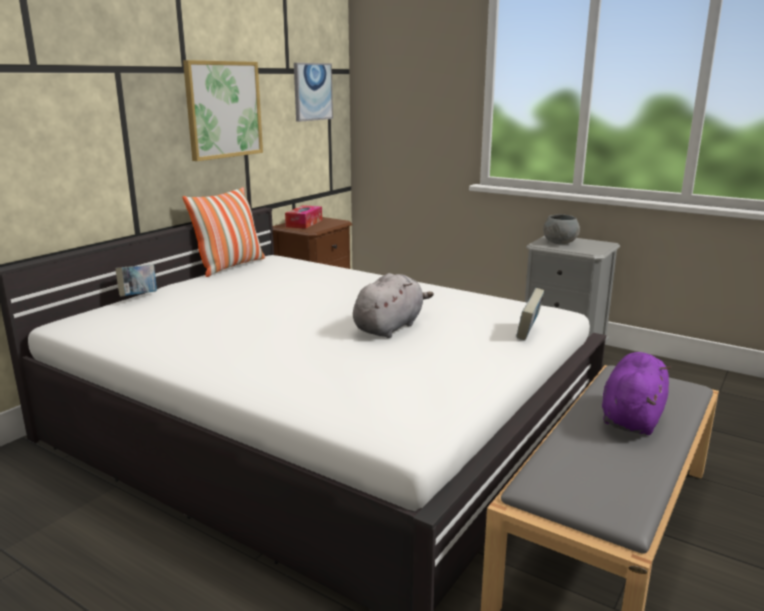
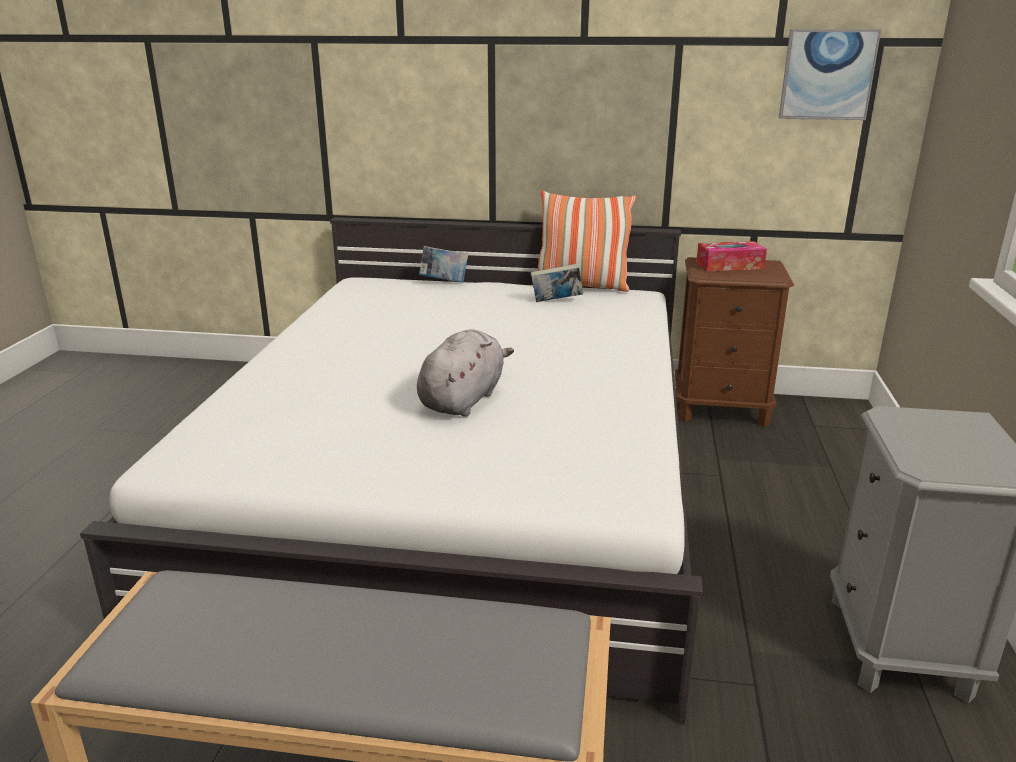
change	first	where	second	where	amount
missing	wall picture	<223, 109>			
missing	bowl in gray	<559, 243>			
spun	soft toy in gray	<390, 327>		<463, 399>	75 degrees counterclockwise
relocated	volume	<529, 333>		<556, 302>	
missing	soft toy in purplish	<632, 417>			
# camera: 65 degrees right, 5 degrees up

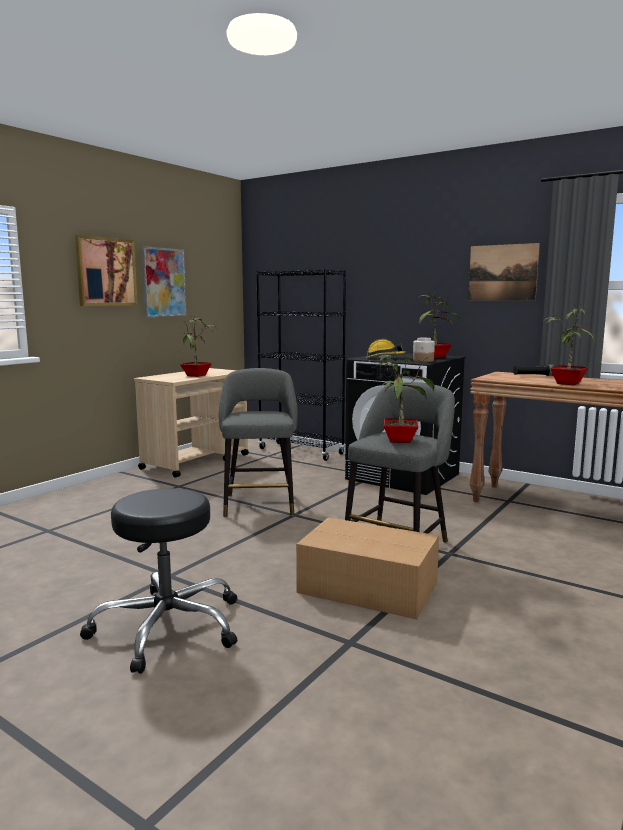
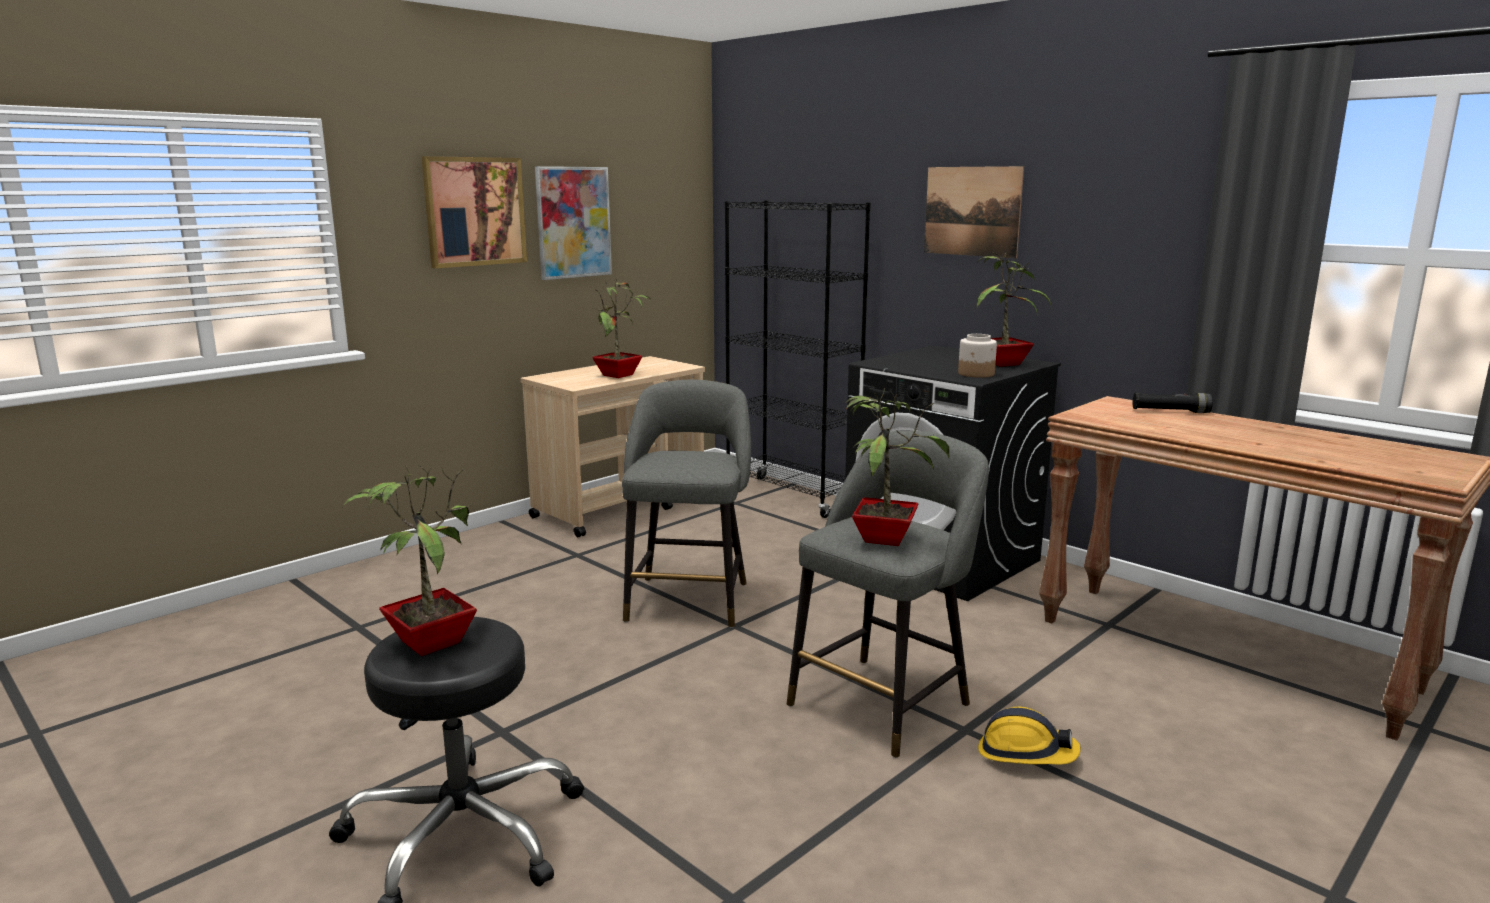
change	first	where	second	where	amount
relocated	wall picture	<502, 272>		<972, 211>	
relocated	potted plant	<566, 383>		<429, 641>	
relocated	safety helmet	<384, 358>		<1025, 753>	
missing	carton	<369, 588>			
# camera: 10 degrees right, 5 degrees up

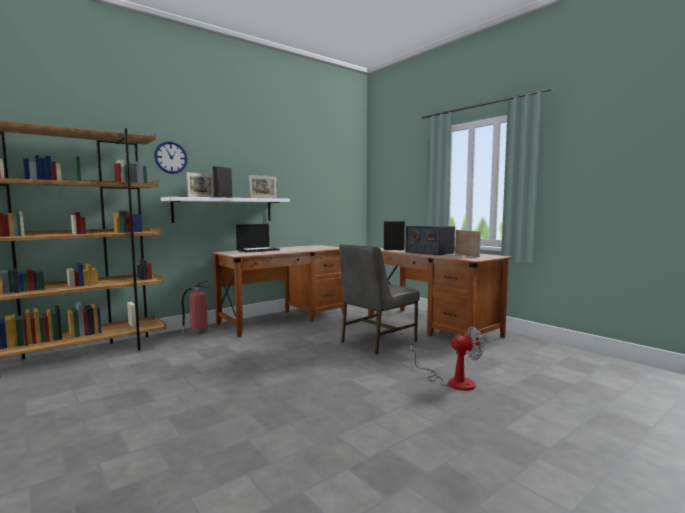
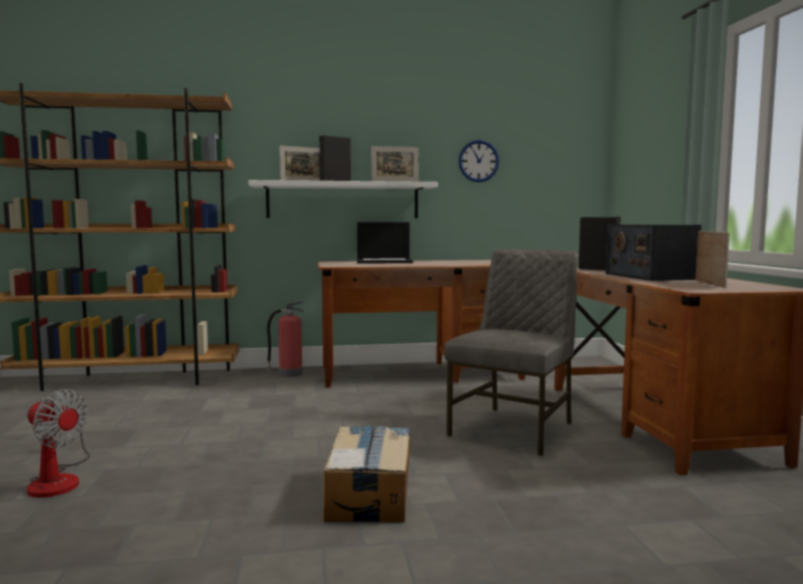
change	first	where	second	where	amount
relocated	clock on the wall	<171, 157>		<478, 161>	
spun	chair in gray	<376, 341>		<514, 429>	135 degrees clockwise
relocated	cooling fan	<452, 381>		<58, 480>	
appeared			carton	<370, 493>	
# camera: 30 degrees right, 0 degrees up

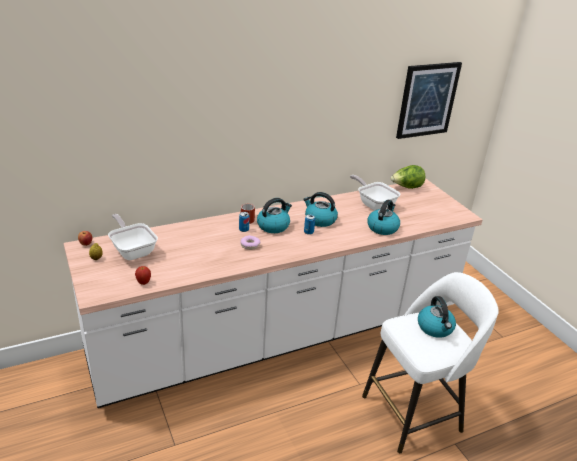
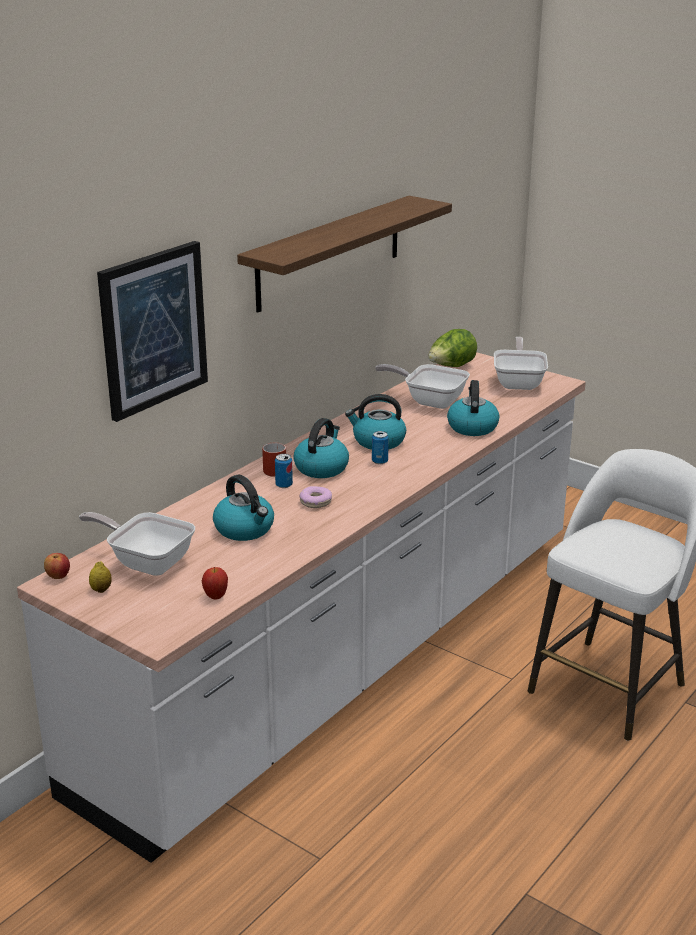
change	first	where	second	where	amount
relocated	wall picture	<427, 100>		<153, 329>	
relocated	tea kettle	<435, 328>		<245, 529>	
appeared			bracket shelf	<330, 252>	
appeared			skillet	<519, 382>	
# camera: 25 degrees left, 5 degrees down

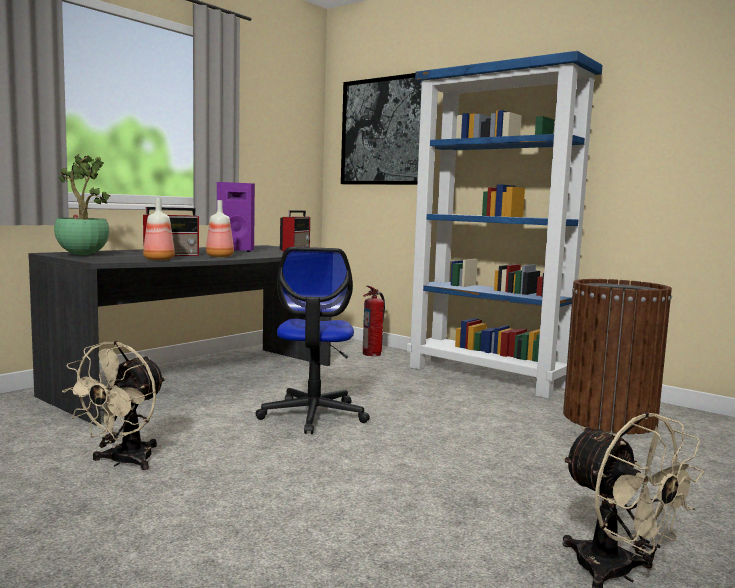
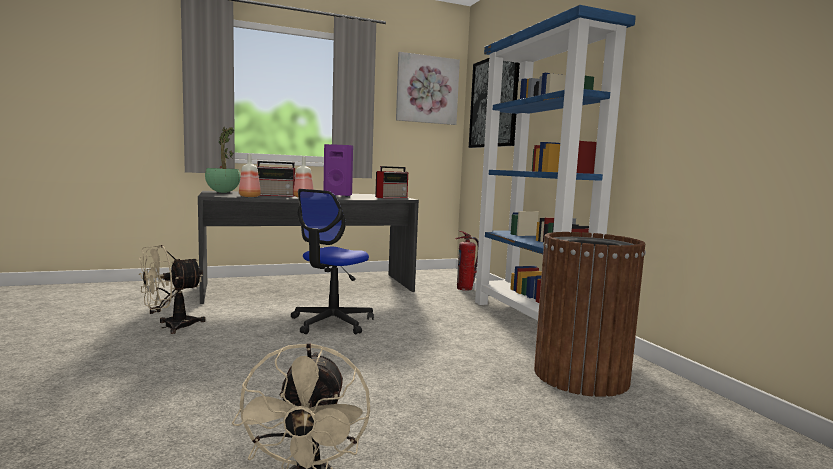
change	first	where	second	where	amount
appeared			wall picture	<427, 90>	
# camera: 30 degrees right, 0 degrees up

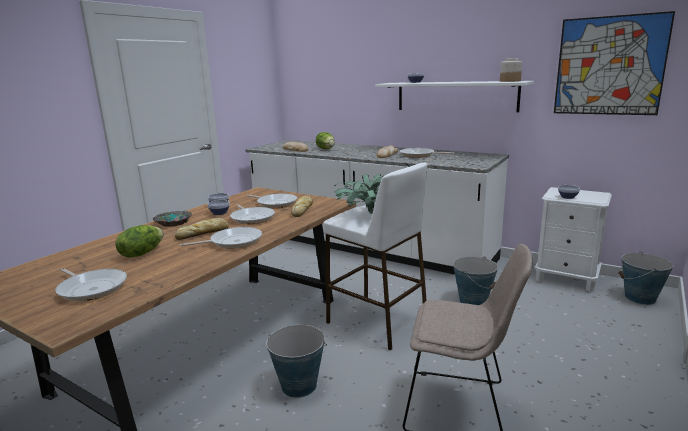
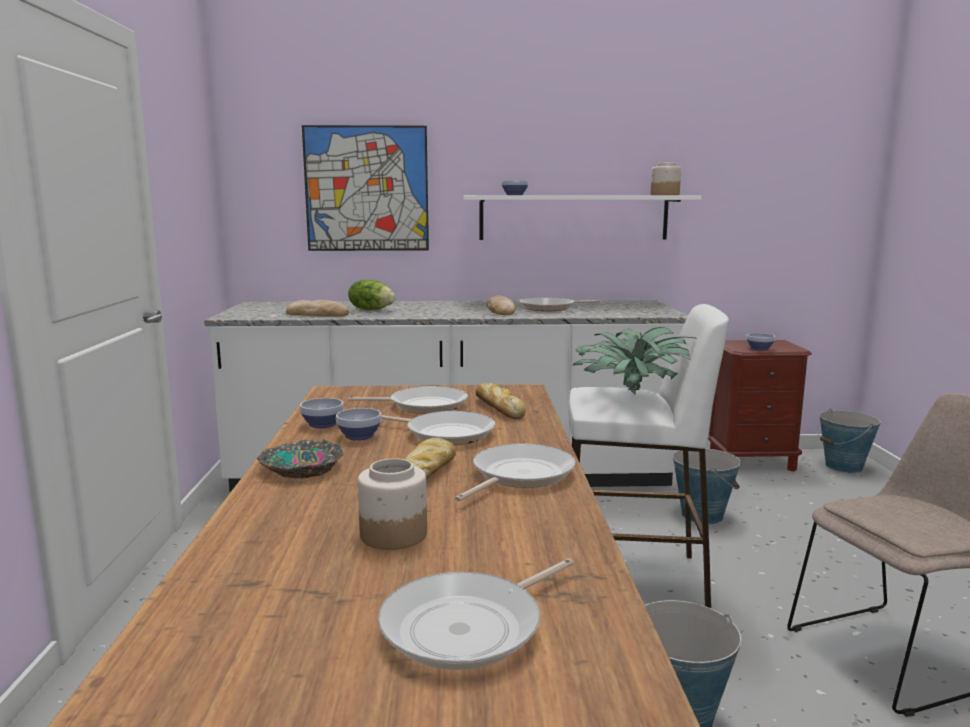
change	first	where	second	where	amount
relocated	wall picture	<609, 66>		<366, 189>	
colour	bedside table in whitish	<566, 279>	bedside table in brown-coloured	<751, 462>	
exchanged	lettuce head	<141, 253>	preserve jar	<393, 535>	
spun	skillet	<91, 288>		<469, 627>	135 degrees clockwise
# camera: 35 degrees left, 5 degrees down

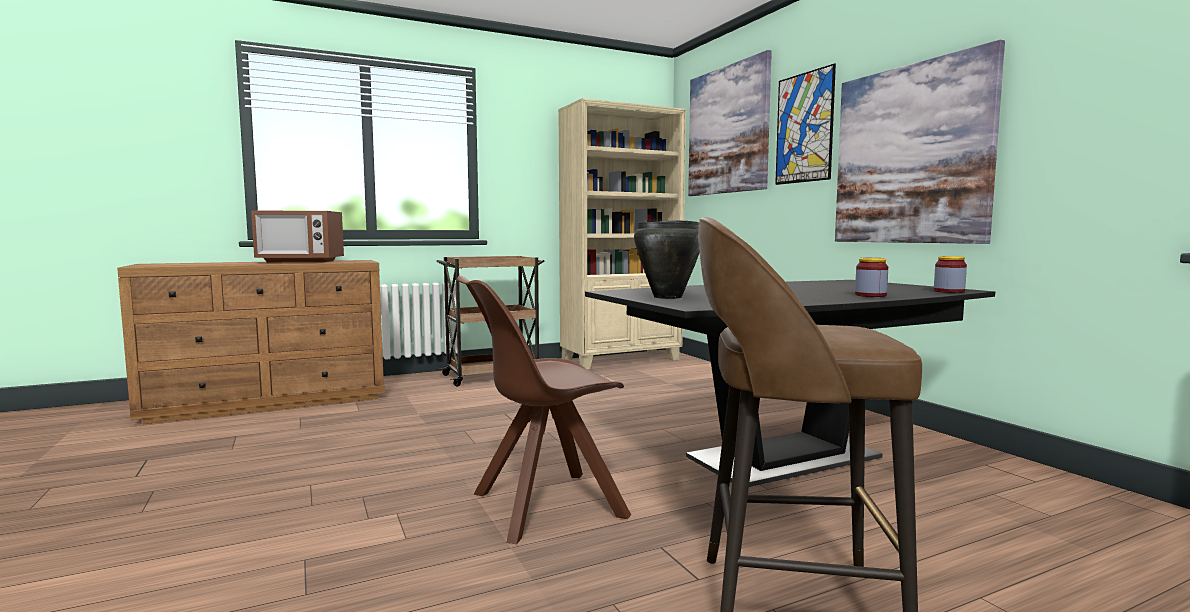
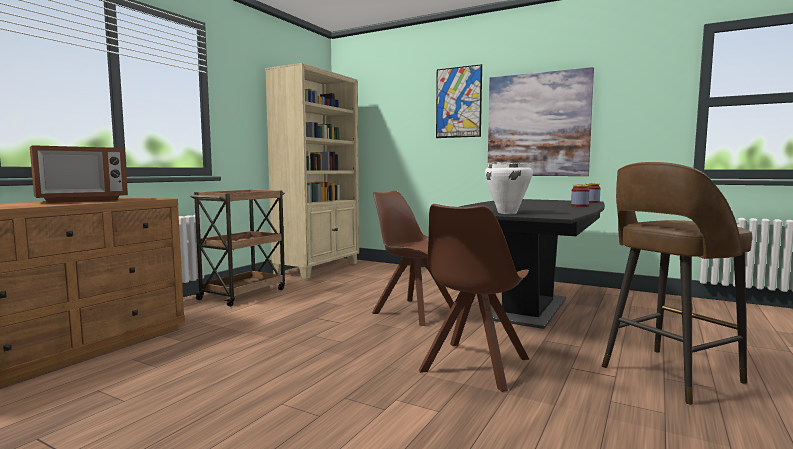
change	first	where	second	where	amount
missing	wall picture	<727, 130>			
colour	saucepot in black	<668, 297>	saucepot in whitish	<507, 213>	
appeared			chair in brown-coloured	<413, 311>	
# camera: 35 degrees left, 0 degrees up

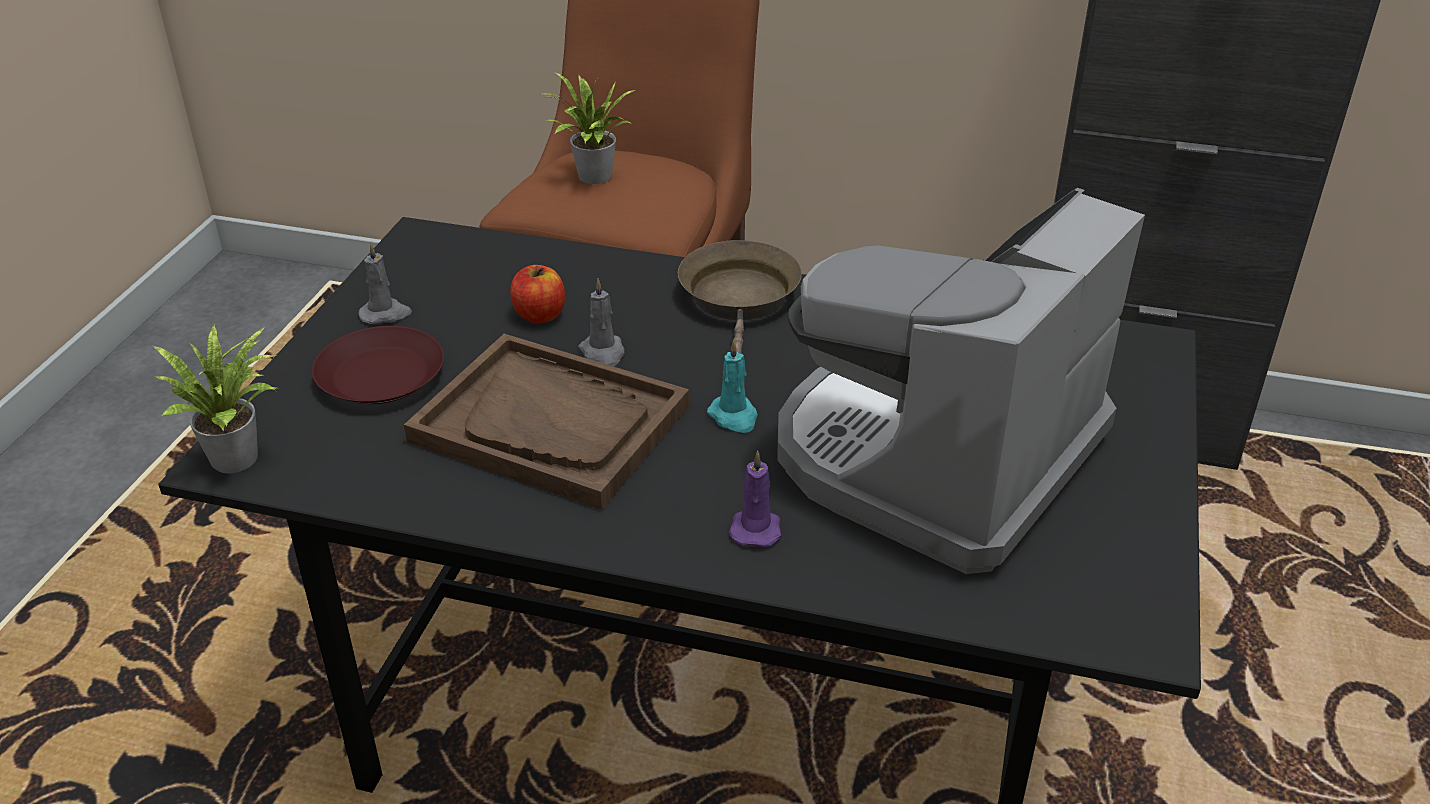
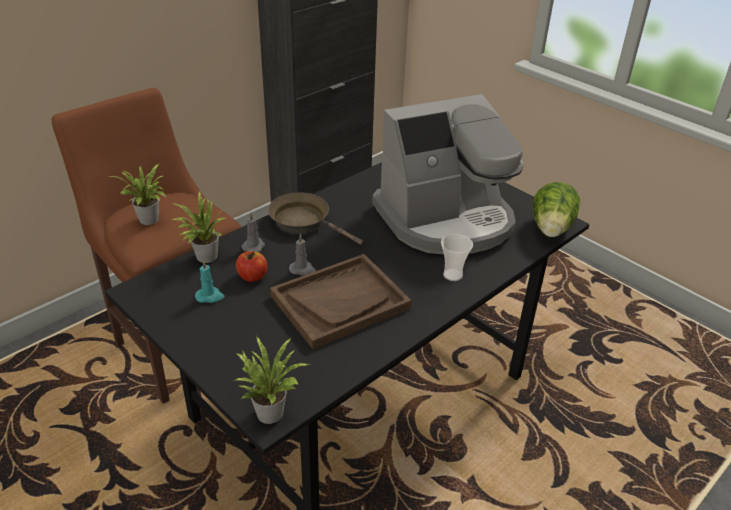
change	first	where	second	where	amount
spun	coffee machine	<936, 457>		<446, 220>	90 degrees counterclockwise
relocated	wax candle in gray	<386, 314>		<254, 246>	
missing	flat dish in brown-coloured	<382, 376>			
relocated	wax candle in turquoise	<734, 417>		<210, 296>	
exchanged	wax candle in purplish	<755, 528>	cup	<452, 275>	
appeared			lettuce head	<551, 229>	
appeared			potted plant	<204, 257>	
# camera: 60 degrees left, 0 degrees up

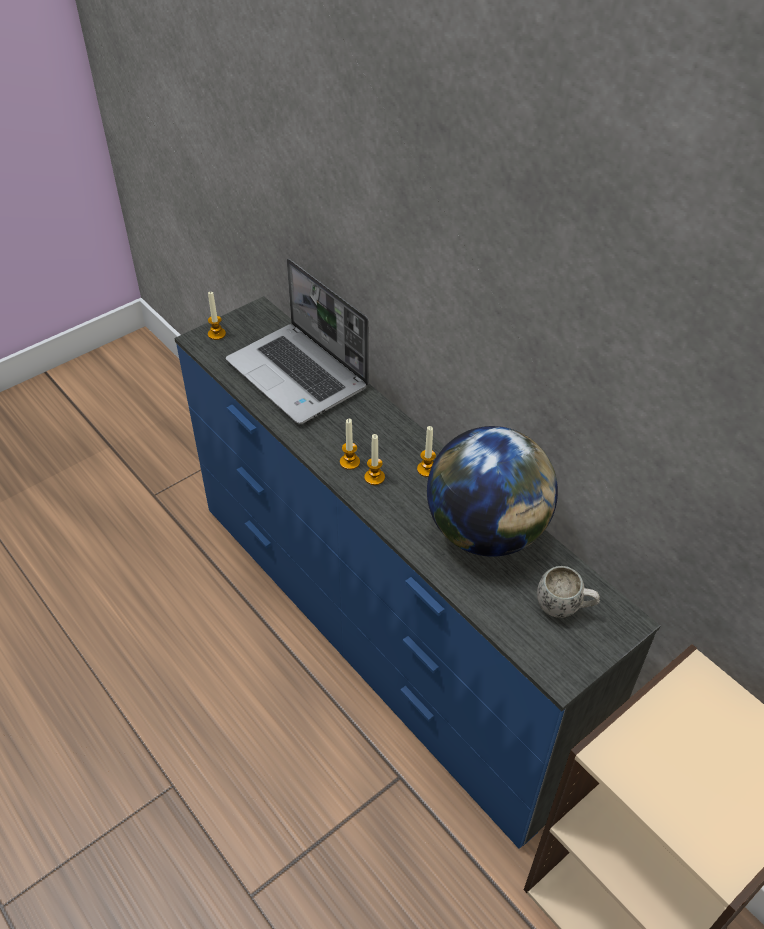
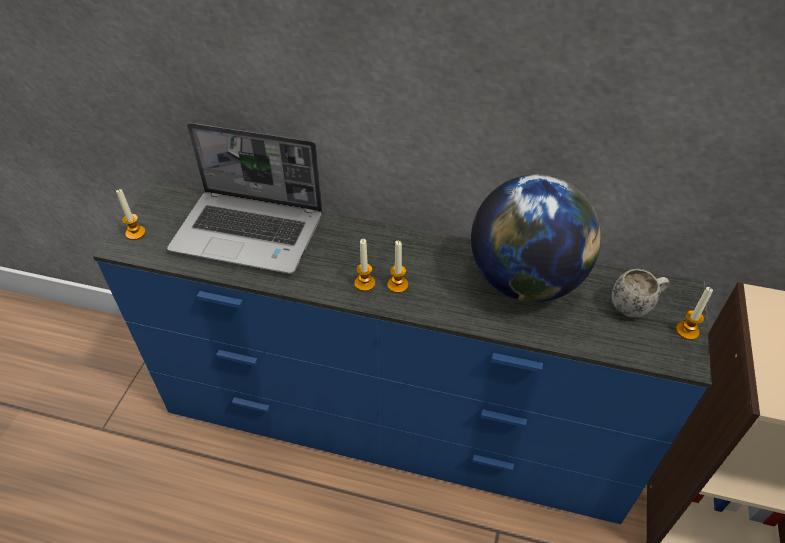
change	first	where	second	where	amount
relocated	wax candle	<427, 469>		<687, 331>	
# camera: 35 degrees left, 0 degrees up

